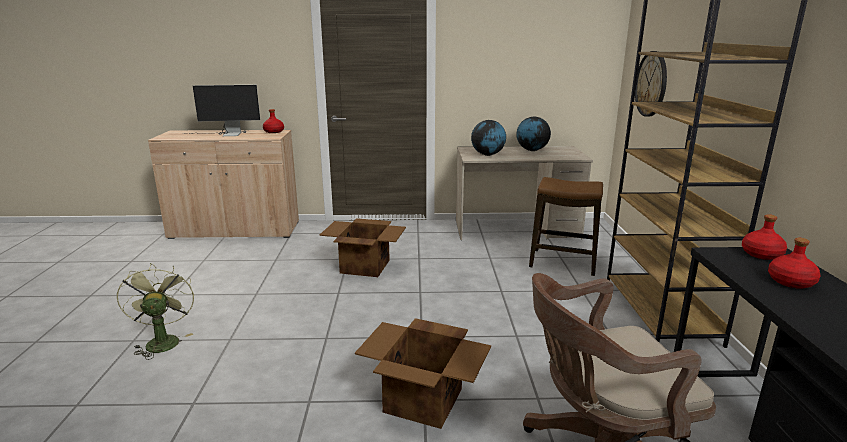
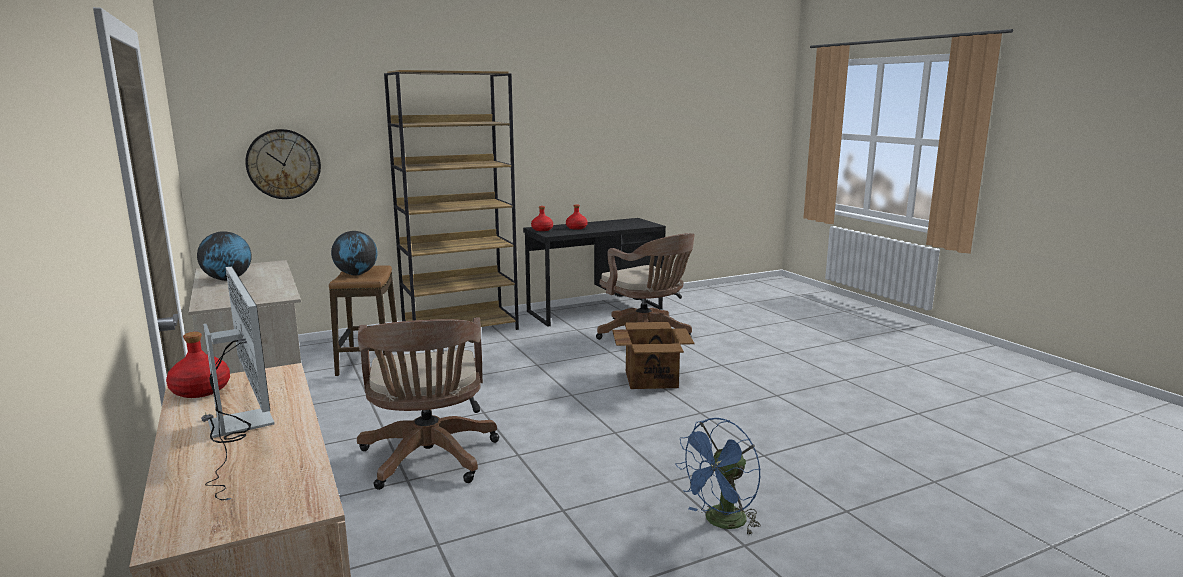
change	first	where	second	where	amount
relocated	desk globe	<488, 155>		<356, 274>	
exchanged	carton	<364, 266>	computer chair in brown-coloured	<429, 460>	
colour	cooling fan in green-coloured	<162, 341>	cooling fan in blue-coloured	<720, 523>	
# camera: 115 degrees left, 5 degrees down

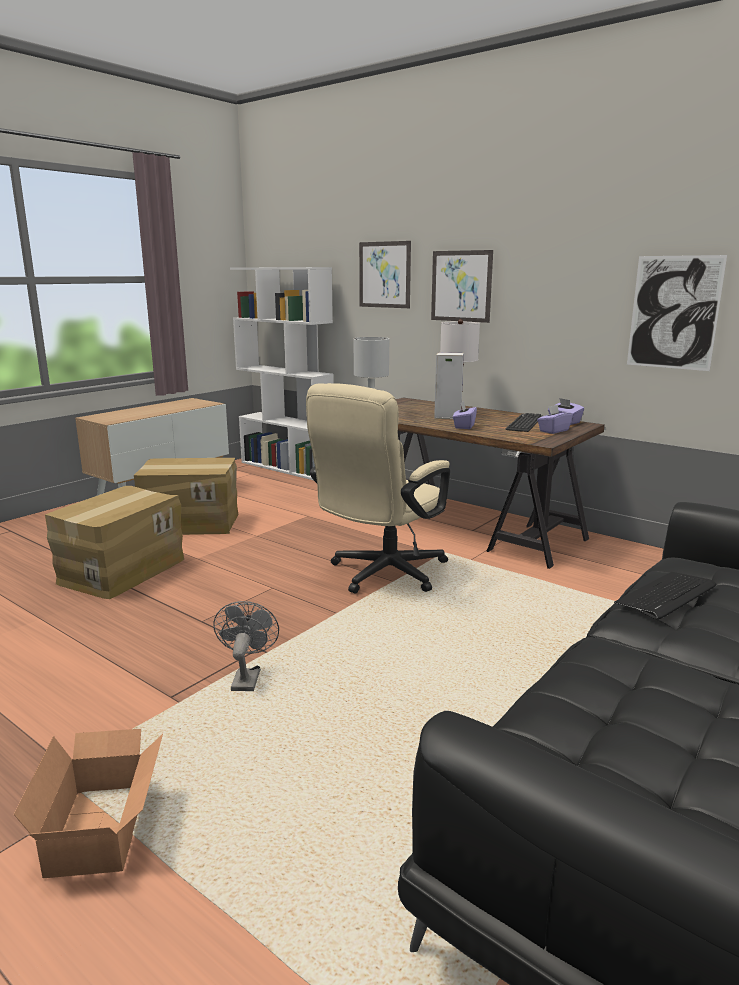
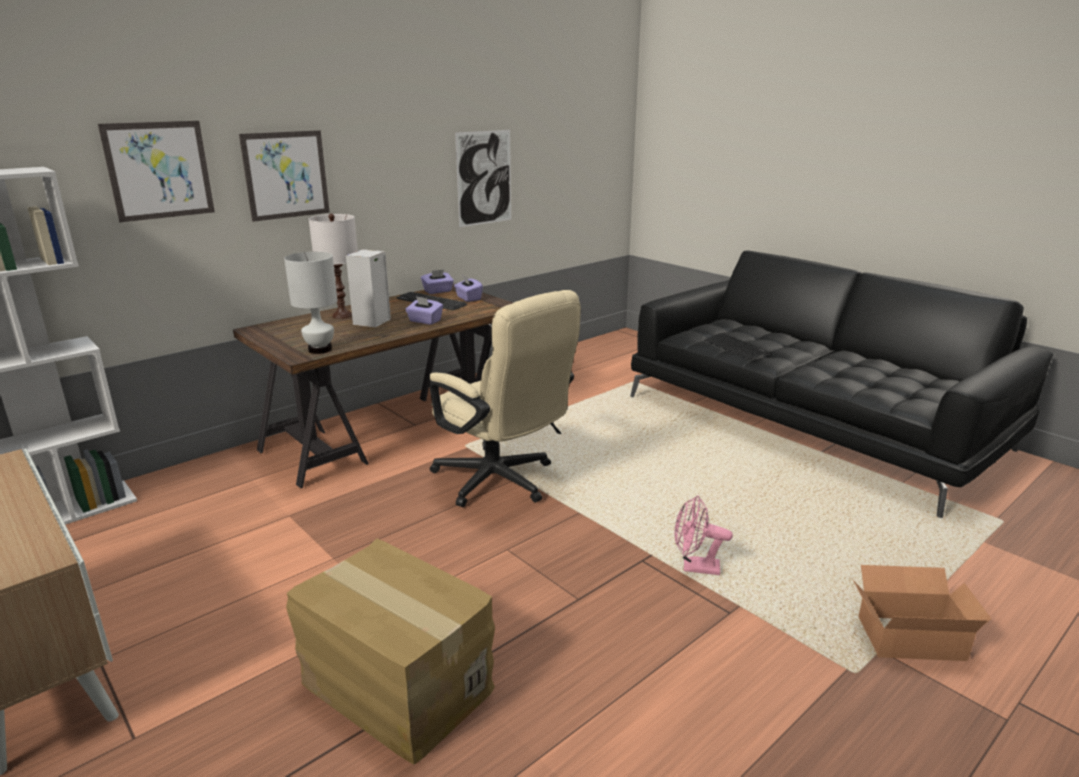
change	first	where	second	where	amount
missing	carton	<191, 523>			
colour	cooling fan in gray	<246, 677>	cooling fan in pinkish	<694, 567>	
# camera: 80 degrees left, 5 degrees up

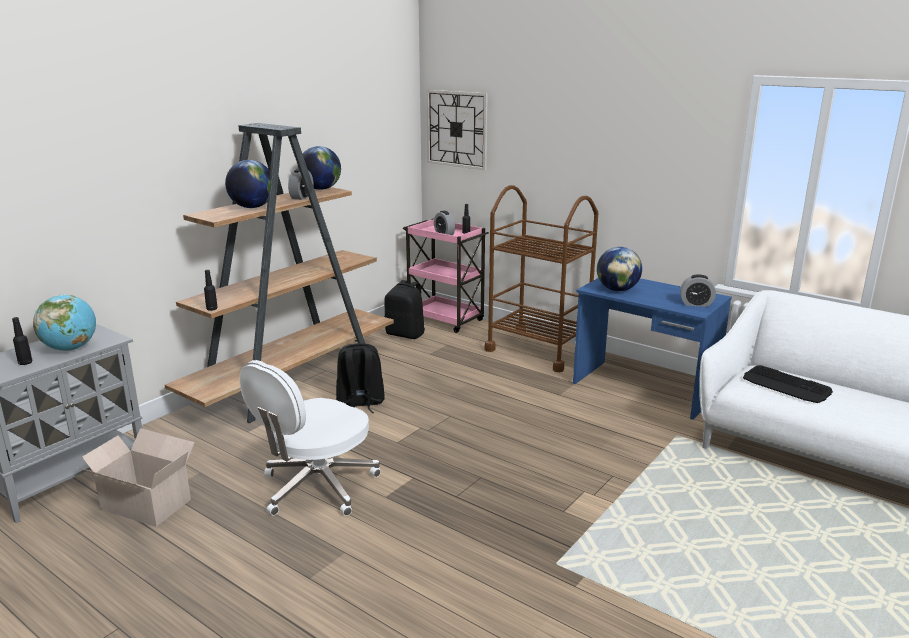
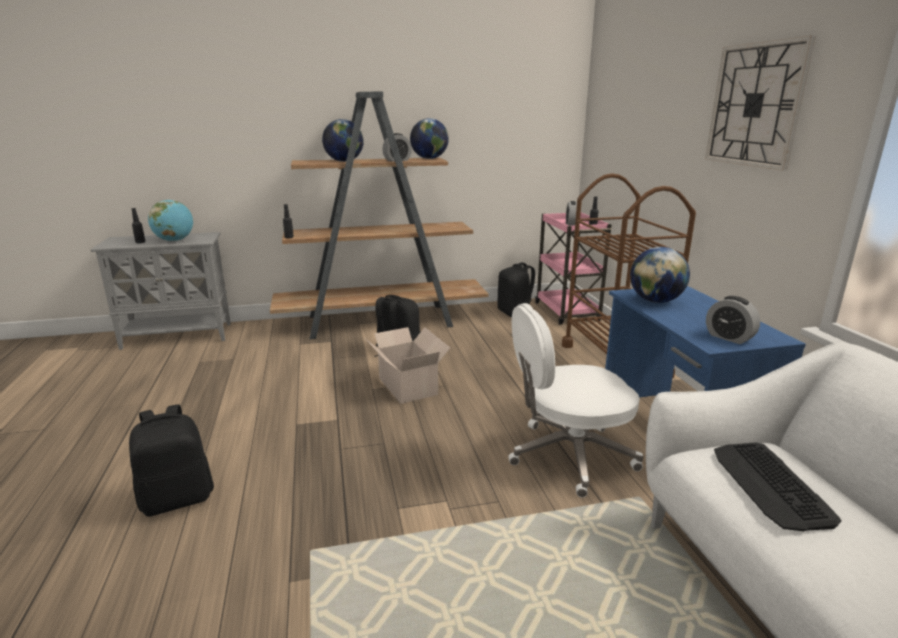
change	first	where	second	where	amount
relocated	clock on the wall	<457, 129>		<755, 105>	
relocated	computer chair in whitish	<316, 487>		<569, 455>	
relocated	carton	<144, 503>		<407, 385>	
appeared			rucksack in black	<178, 498>	
# camera: 40 degrees right, 0 degrees up

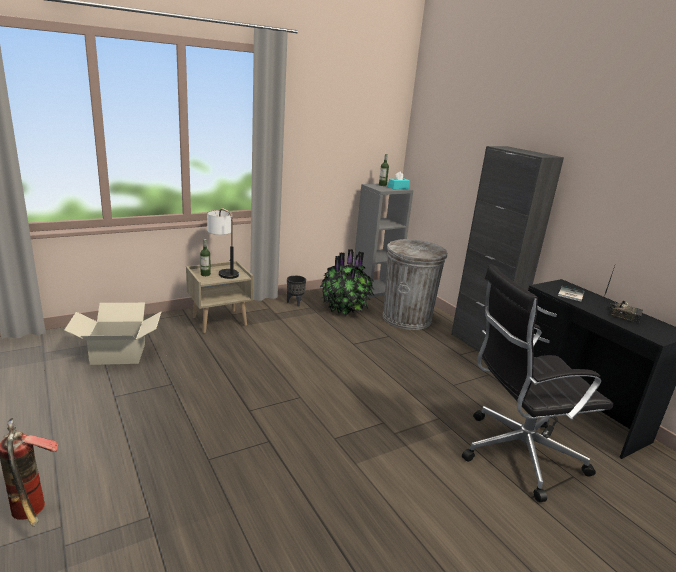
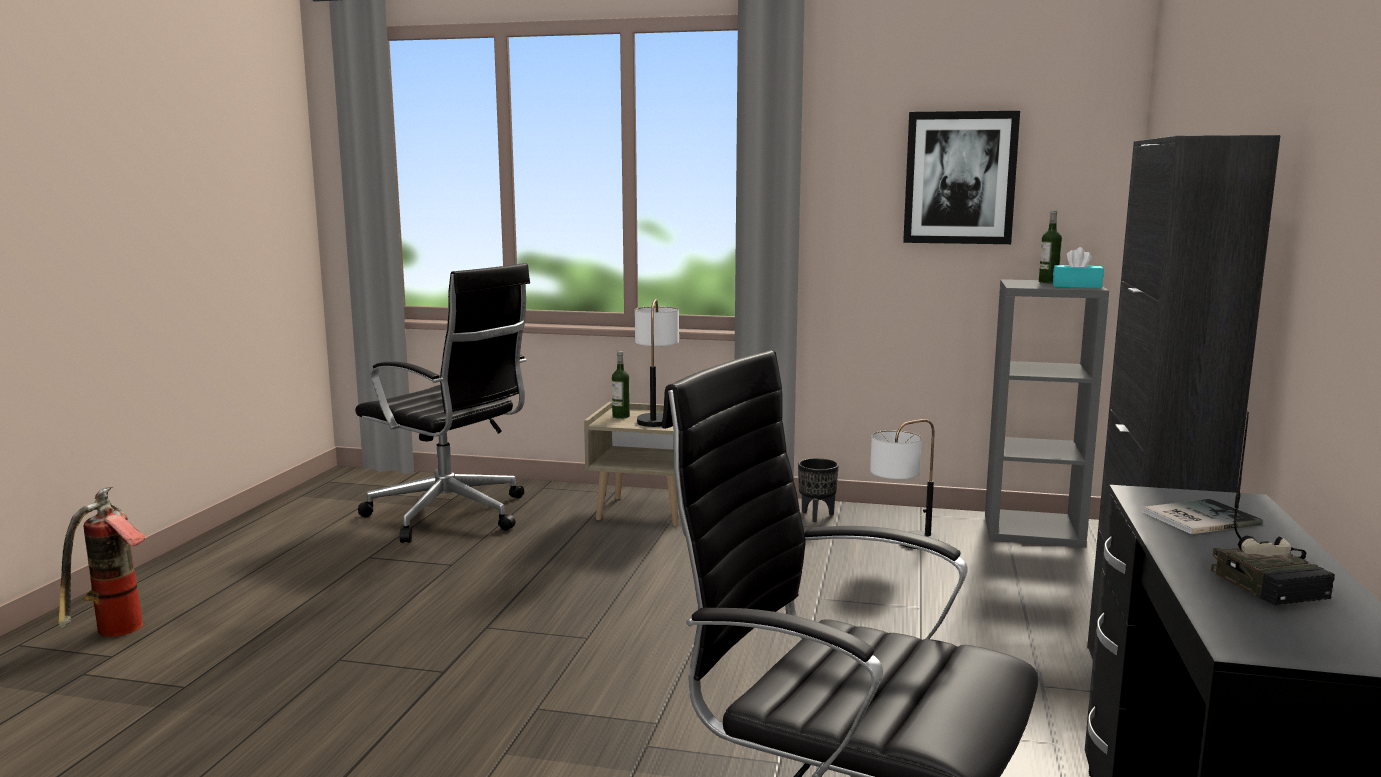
change	first	where	second	where	amount
missing	trash can in gray	<407, 318>			
exchanged	potted plant	<345, 309>	table lamp	<902, 546>	
exchanged	carton	<118, 354>	computer chair in black	<451, 515>	
appeared			wall picture	<960, 178>	
# camera: 45 degrees right, 10 degrees down

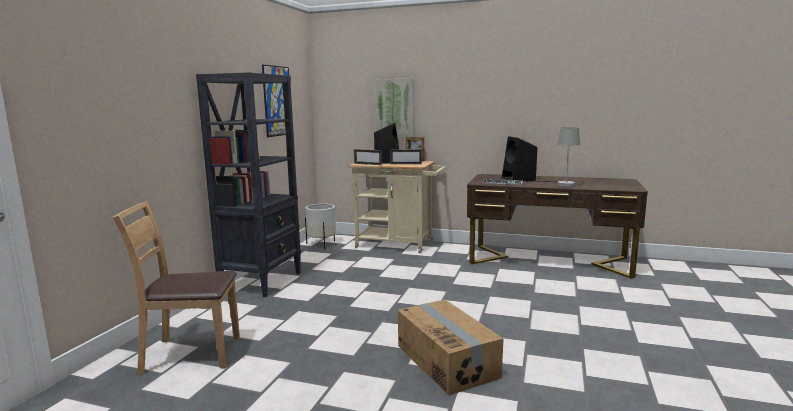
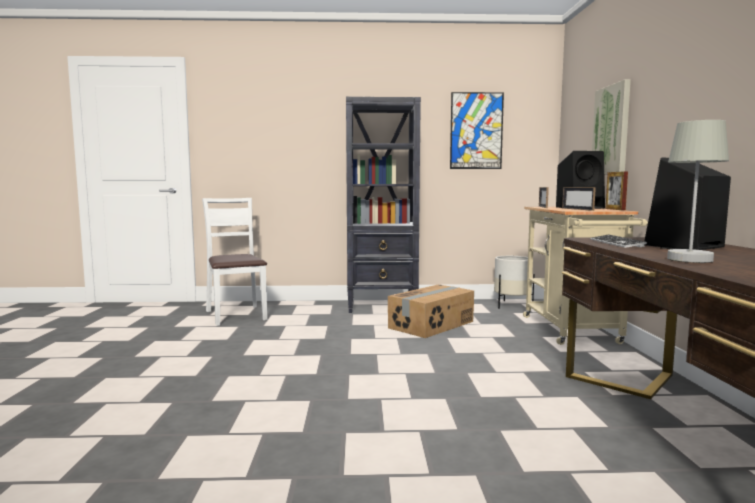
change	first	where	second	where	amount
colour	chair in brown-coloured	<190, 354>	chair in whitish	<236, 315>	
relocated	carton	<447, 361>		<432, 325>	
# camera: 70 degrees right, 5 degrees down

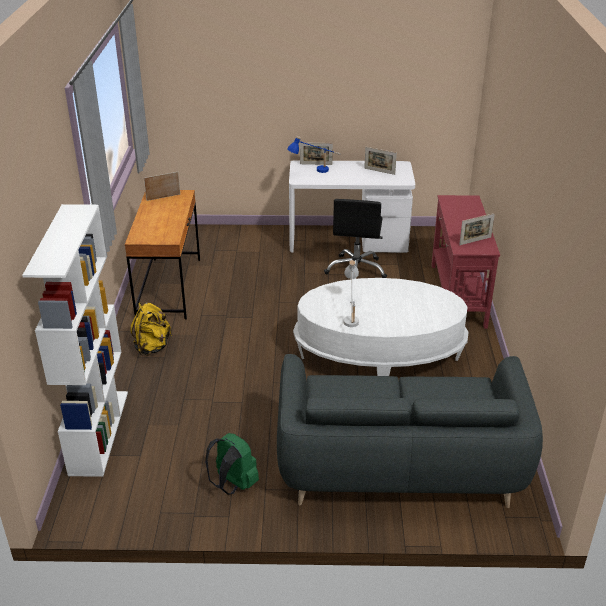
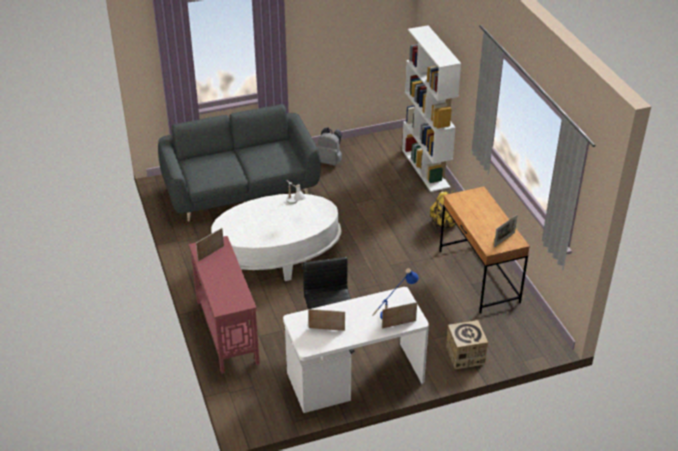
change	first	where	second	where	amount
colour	rucksack in green-coloured	<233, 484>	rucksack in gray	<329, 161>	
appeared			carton	<465, 355>	
# camera: 160 degrees right, 5 degrees up

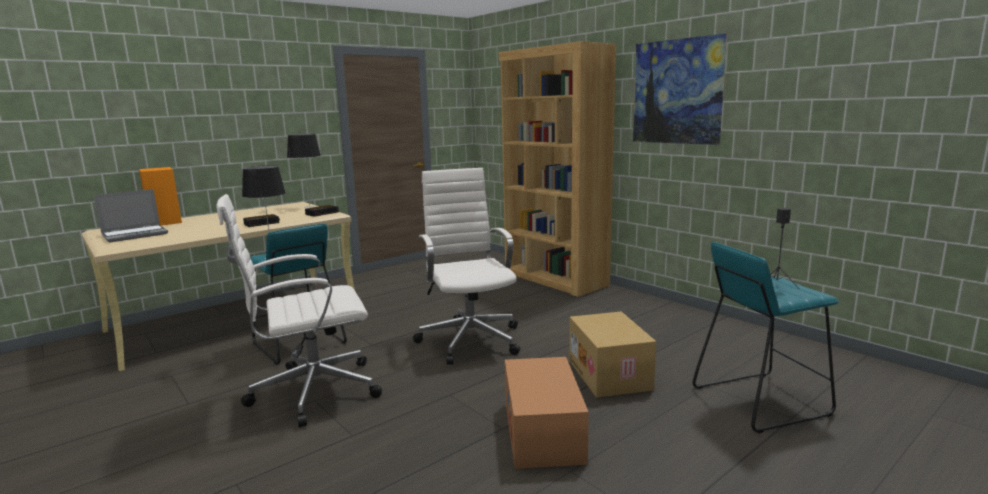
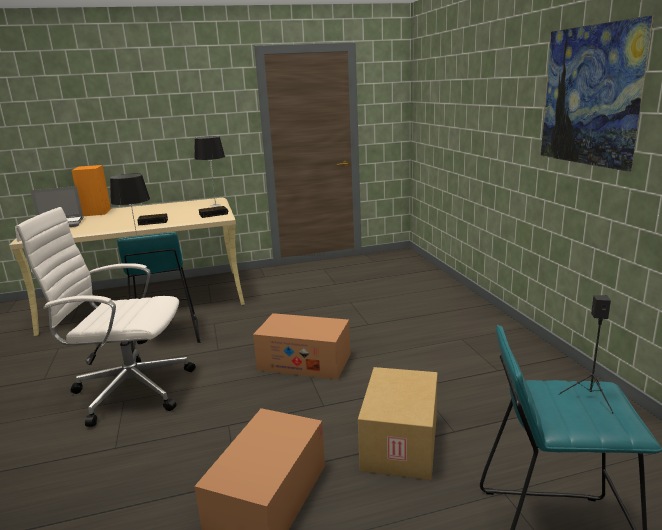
change	first	where	second	where	amount
missing	bookcase in brown-coloured	<555, 279>			
exchanged	computer chair in whitish	<470, 339>	carton	<304, 362>	
# camera: 25 degrees right, 5 degrees up

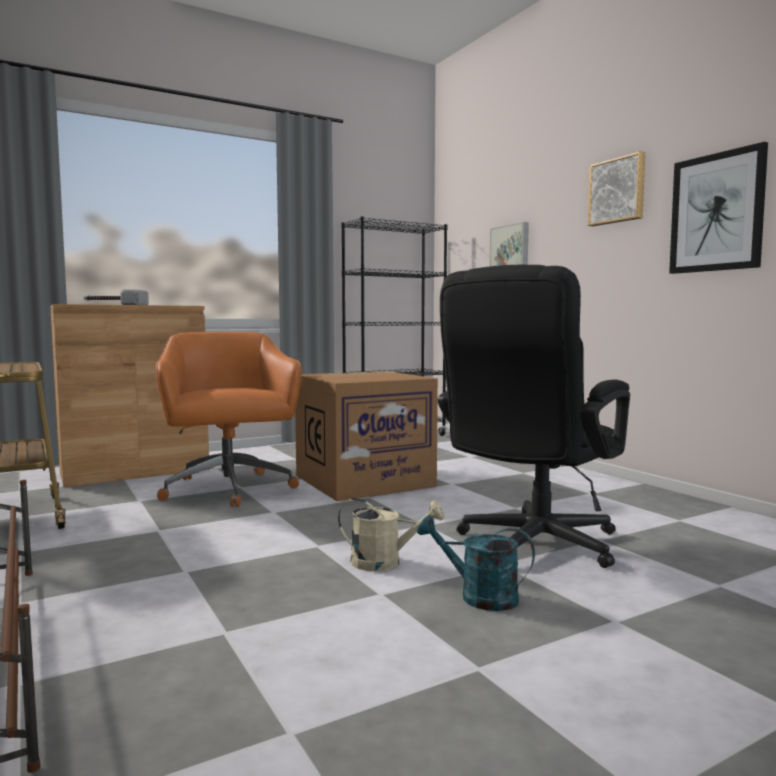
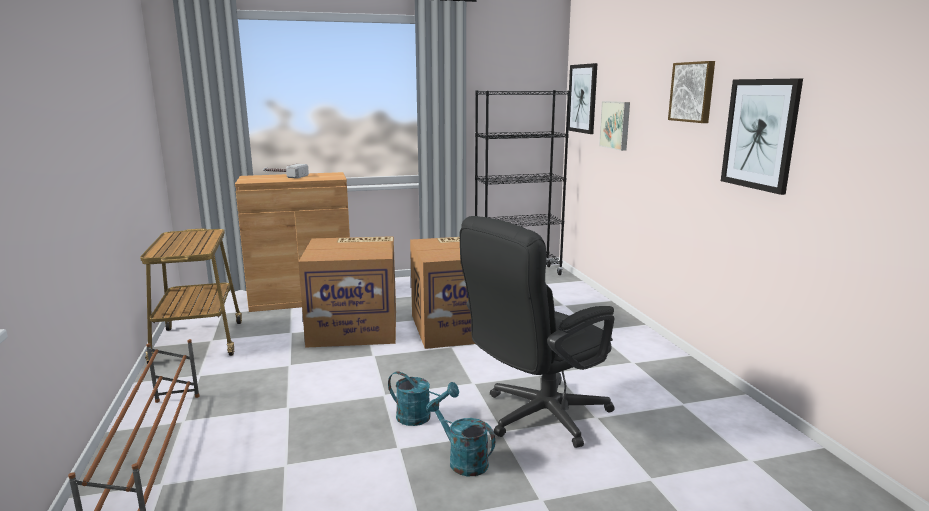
change	first	where	second	where	amount
exchanged	computer chair in orange	<228, 490>	carton	<355, 327>	
colour	watering pot in beige-coloured	<385, 562>	watering pot in turquoise	<420, 418>	
appeared			wall picture	<582, 98>	
# camera: 15 degrees right, 10 degrees up

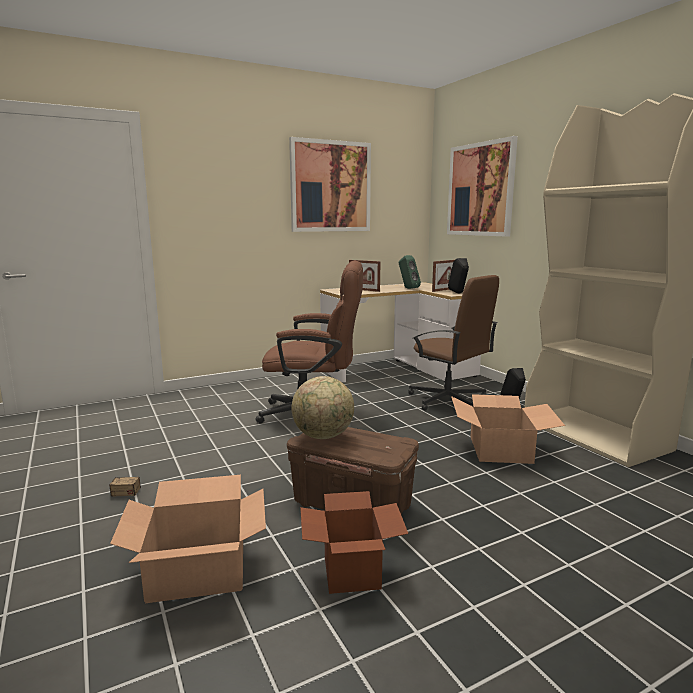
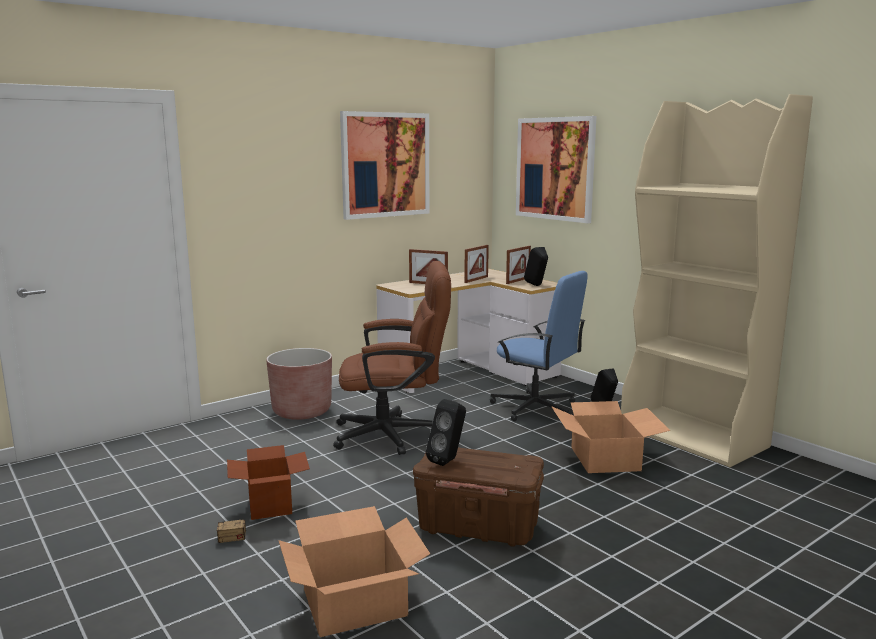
change	first	where	second	where	amount
exchanged	audio speaker in green-coloured	<408, 288>	photo frame	<476, 279>	
colour	computer chair in brown-coloured	<448, 400>	computer chair in blue-coloured	<535, 408>	
exchanged	desk globe	<323, 436>	audio speaker in black	<448, 460>	
relocated	carton	<351, 573>		<270, 507>	
appeared			planter in brown-coloured	<302, 411>	
# camera: 10 degrees left, 0 degrees up

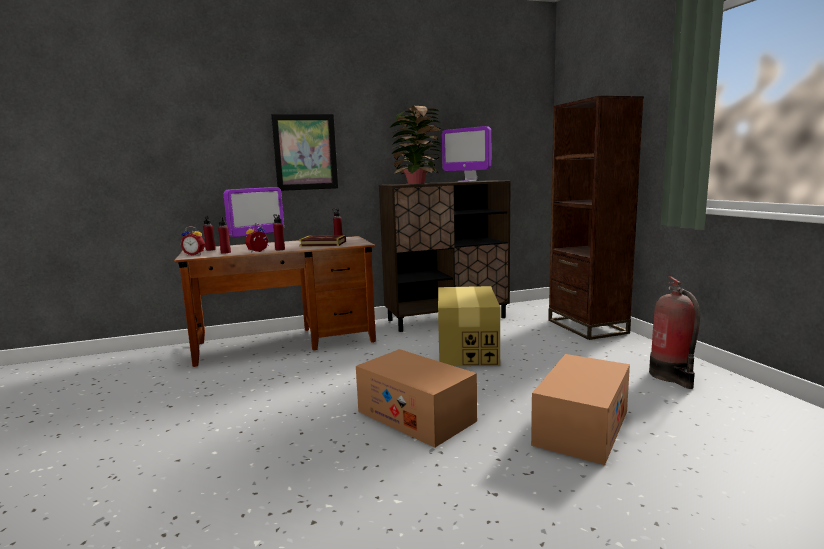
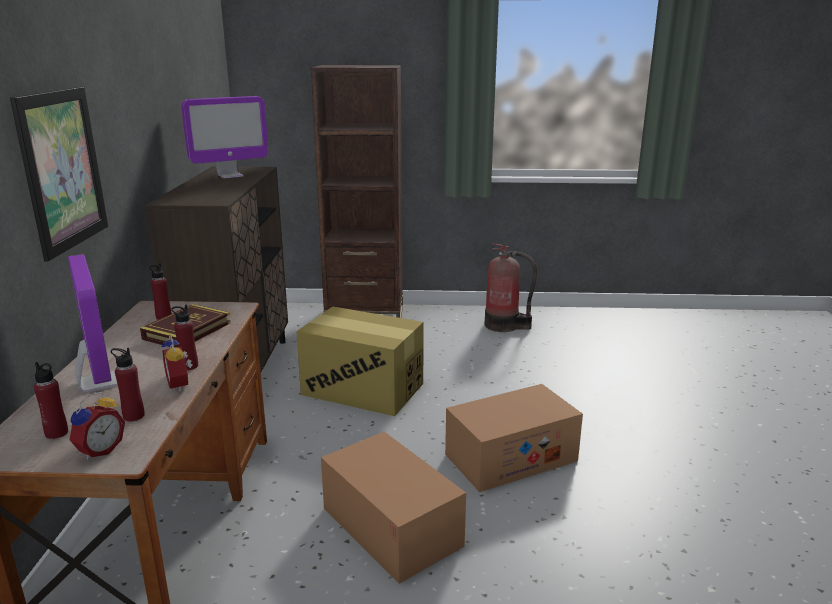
change	first	where	second	where	amount
missing	potted plant	<417, 183>			
relocated	carton	<581, 427>		<391, 526>	
# camera: 70 degrees left, 10 degrees up

